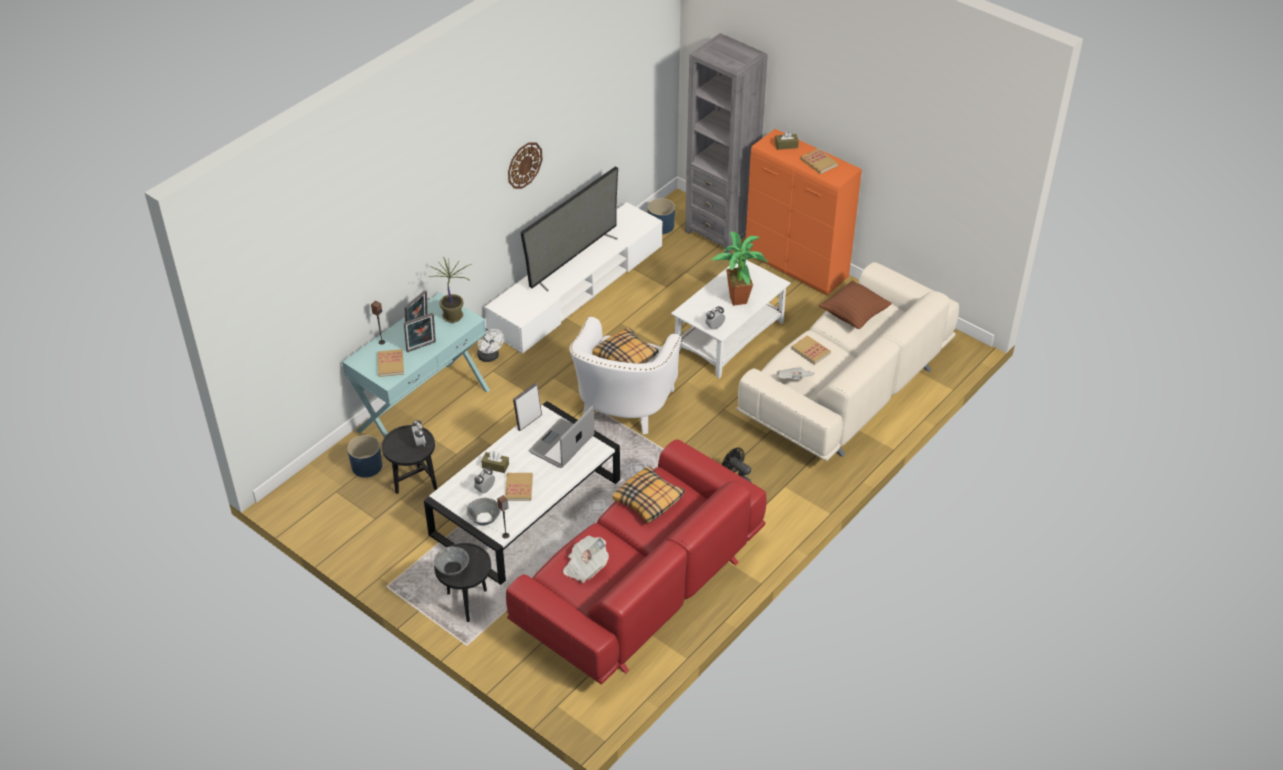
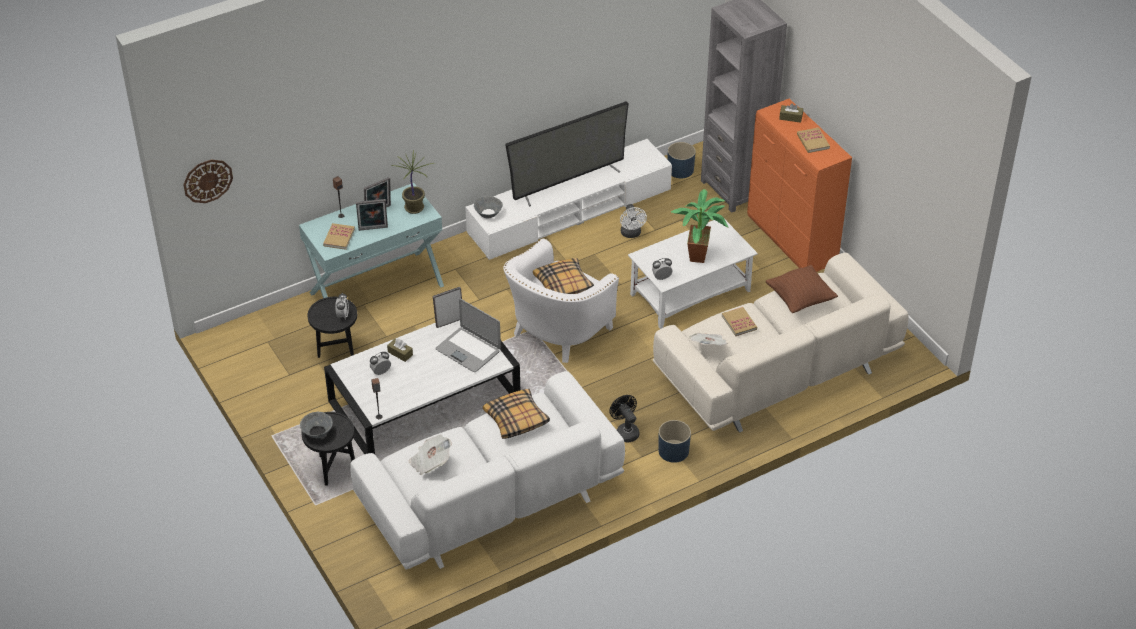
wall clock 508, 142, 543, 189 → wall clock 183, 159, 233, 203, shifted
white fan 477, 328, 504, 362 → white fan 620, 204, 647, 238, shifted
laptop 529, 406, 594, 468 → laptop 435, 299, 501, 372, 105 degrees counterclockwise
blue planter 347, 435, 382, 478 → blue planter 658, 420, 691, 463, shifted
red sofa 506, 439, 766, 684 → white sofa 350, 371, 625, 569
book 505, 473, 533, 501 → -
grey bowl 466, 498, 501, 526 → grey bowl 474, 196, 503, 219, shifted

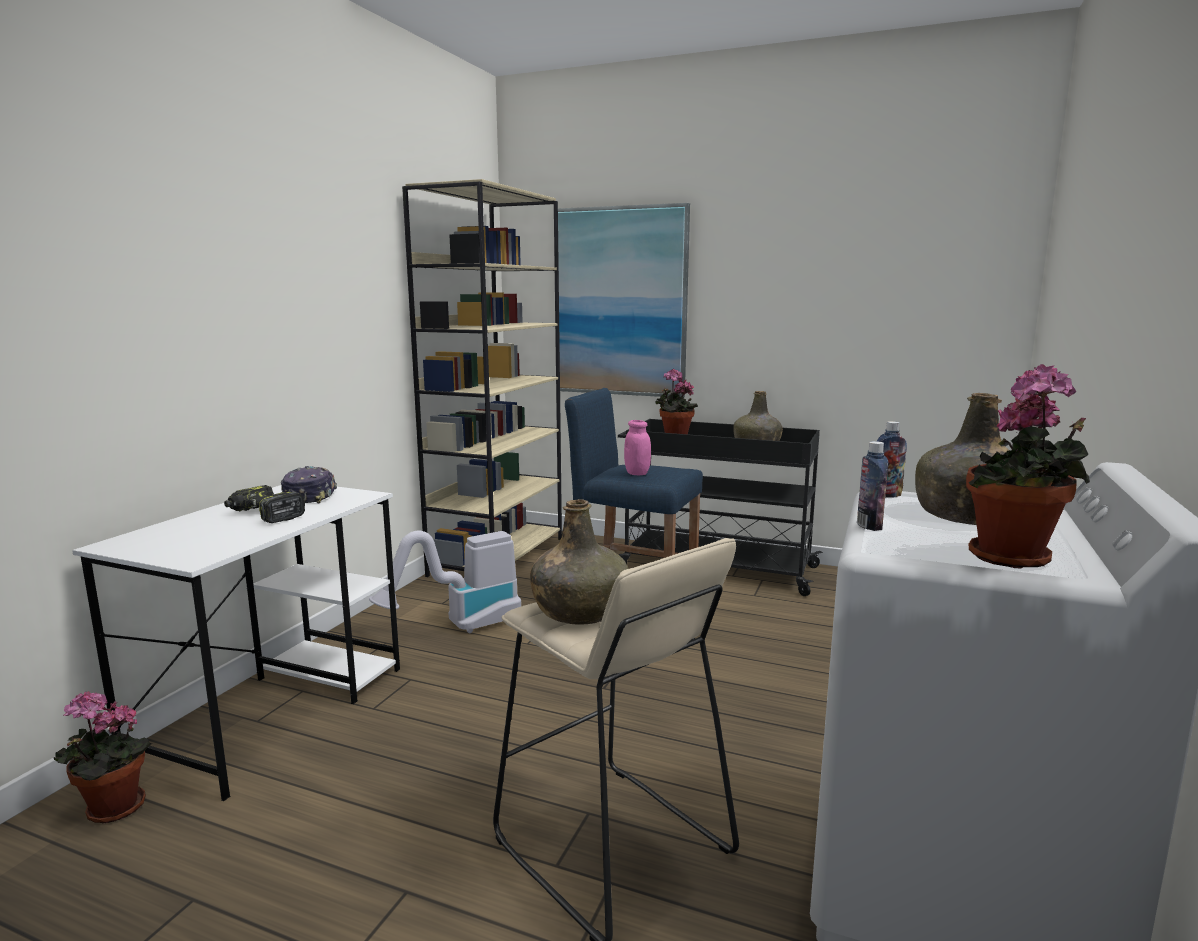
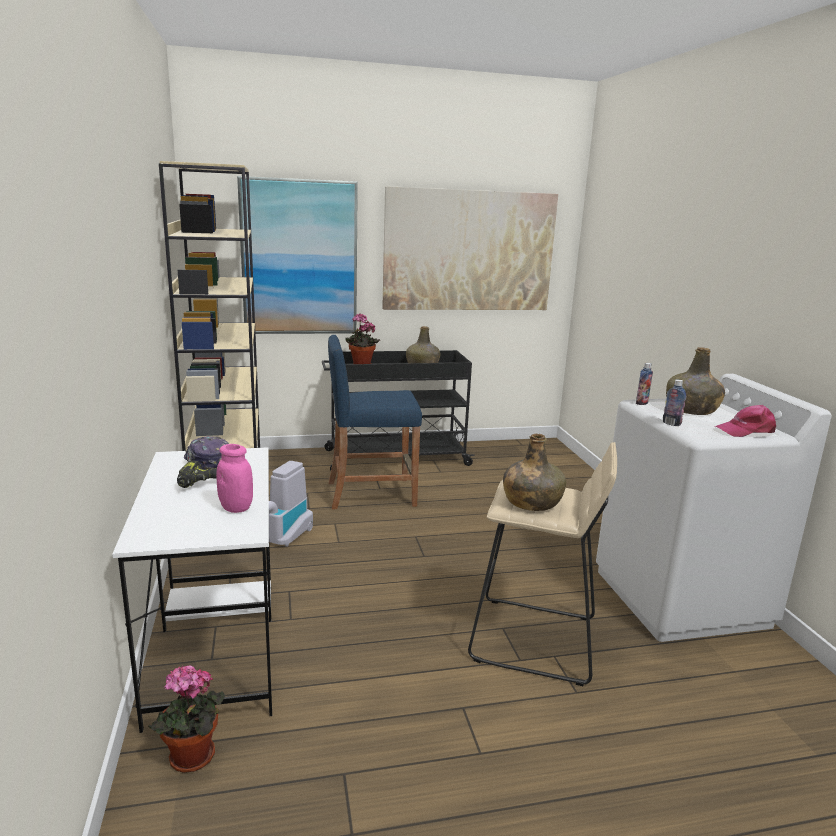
potted plant 966, 364, 1090, 568 → pink cap 714, 405, 776, 437
pink jar 624, 420, 651, 475 → pink jar 216, 444, 253, 513, shifted
- → picture 382, 186, 558, 310

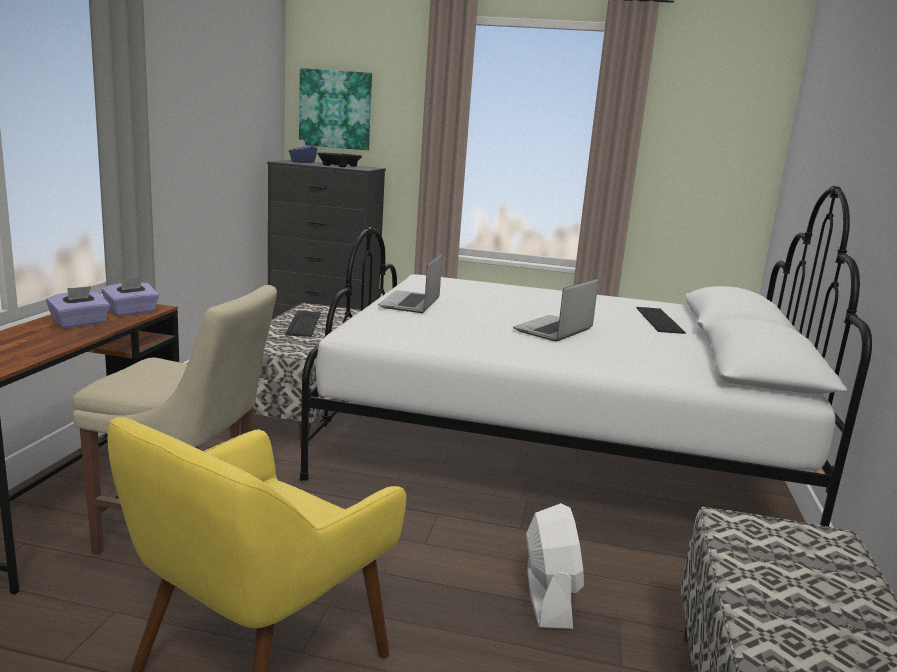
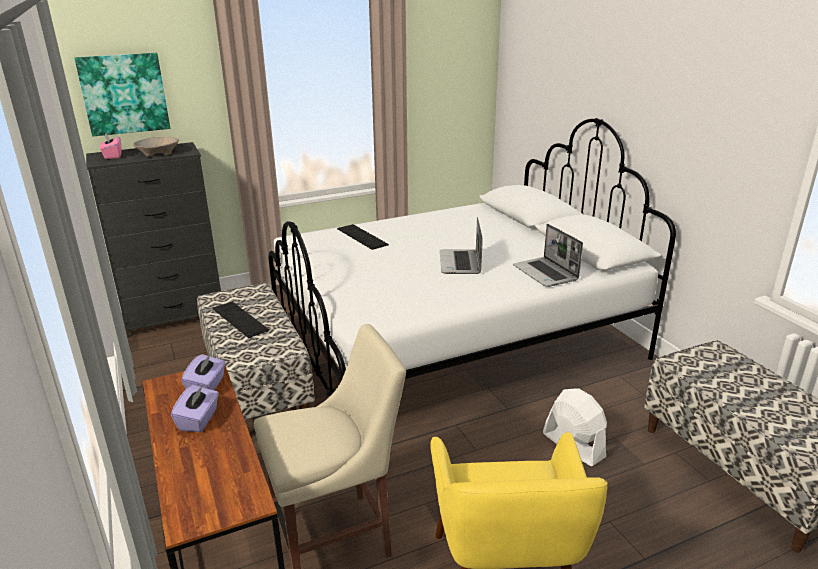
blue tissue box 289, 140, 317, 163 → pink tissue box 100, 133, 122, 159
black bowl 317, 152, 362, 167 → beige bowl 133, 137, 179, 157
laptop 378, 253, 442, 313 → laptop 513, 224, 583, 287, shifted
keyboard 637, 307, 686, 334 → keyboard 337, 224, 389, 250, shifted

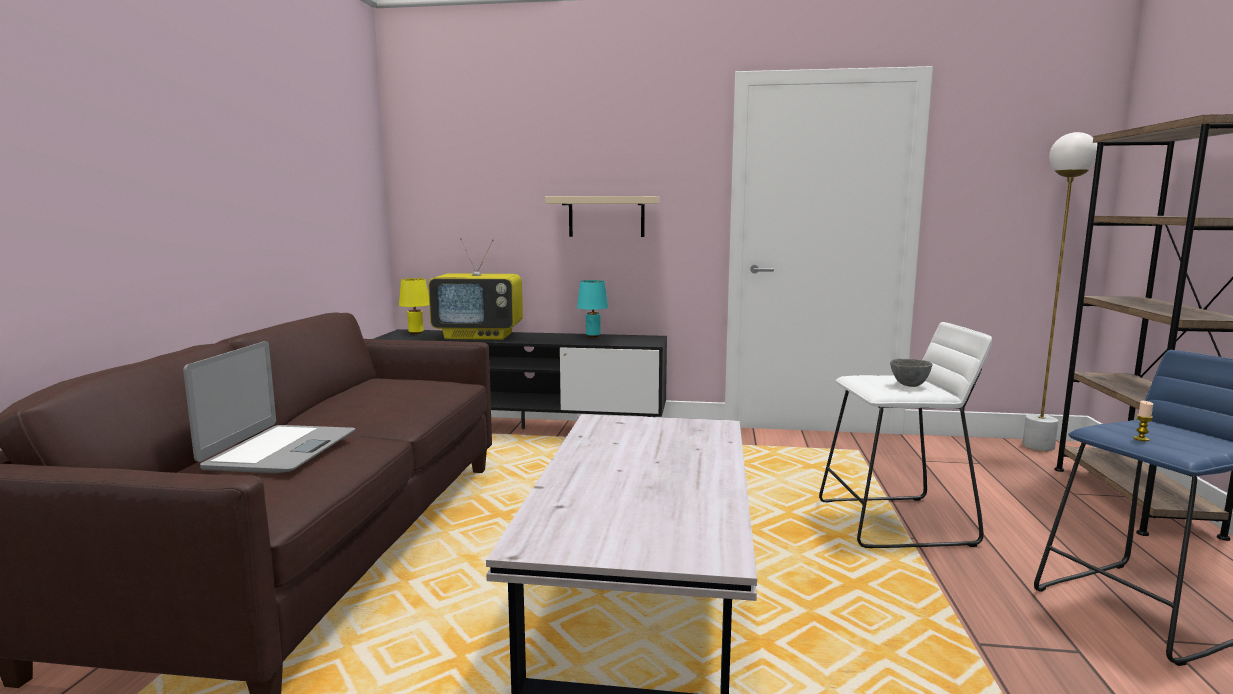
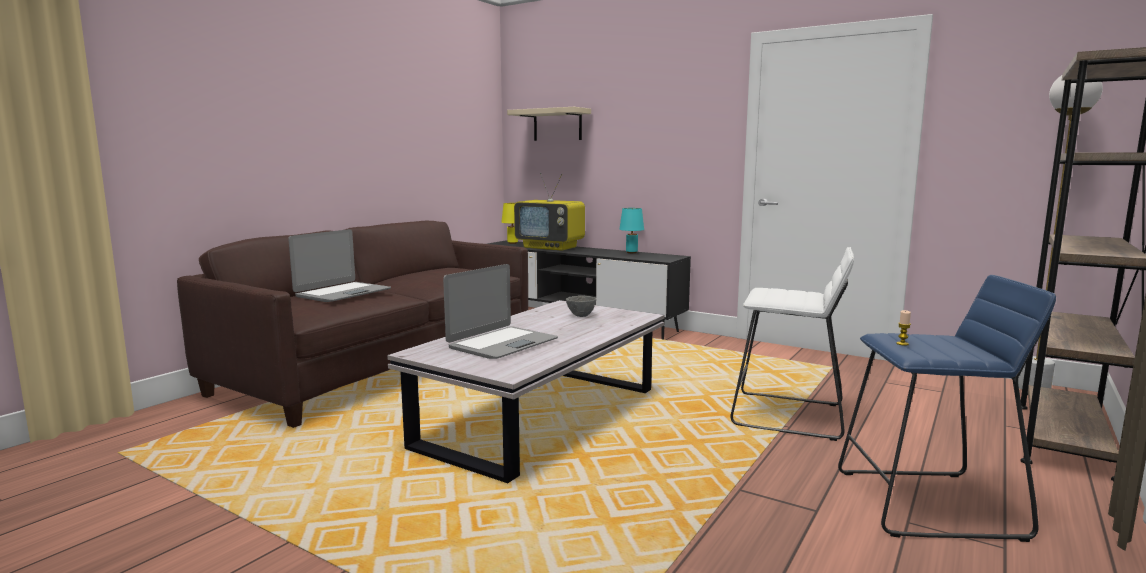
beige shelf 545, 196, 660, 237 → beige shelf 507, 107, 591, 141, shifted
grey bowl 890, 359, 933, 387 → grey bowl 566, 295, 596, 317, shifted
- → laptop 443, 264, 558, 359

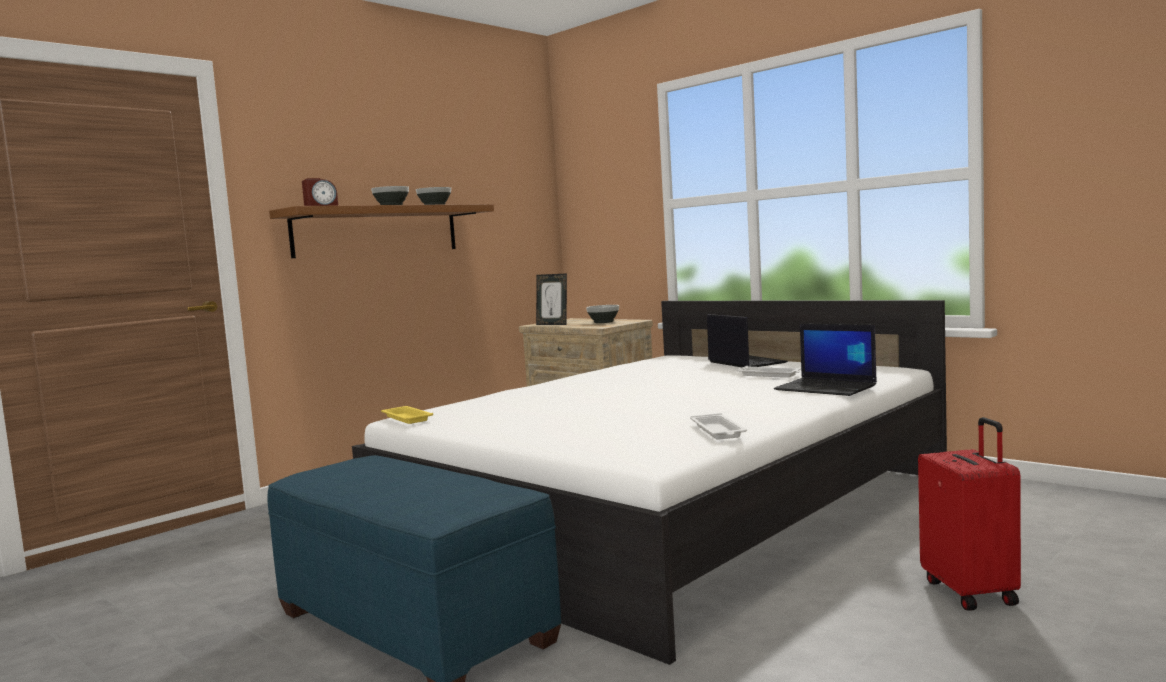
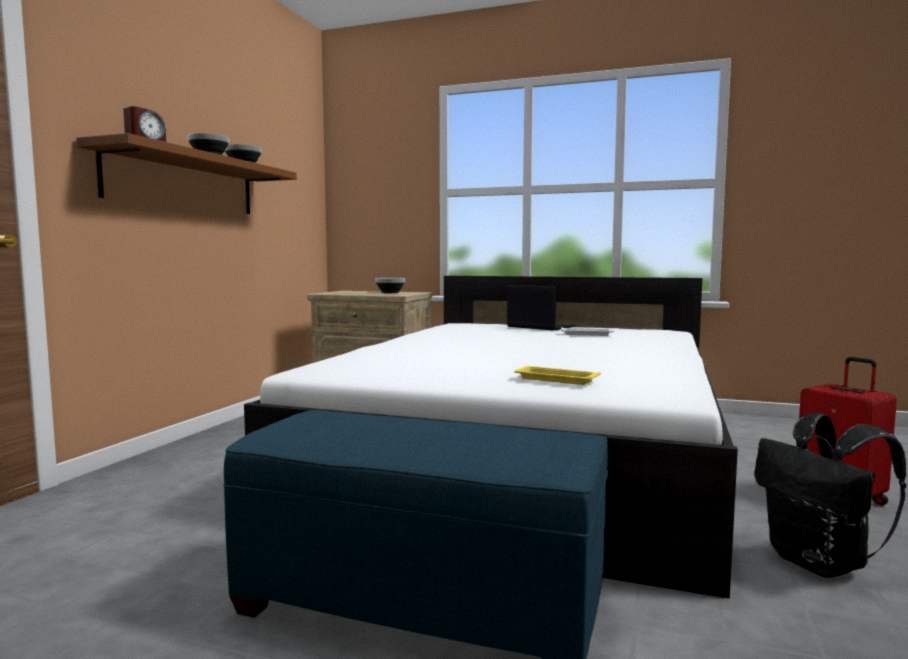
picture frame 536, 274, 567, 325 → -
laptop 774, 324, 877, 396 → -
yellow tray 381, 406, 433, 424 → yellow tray 514, 366, 601, 385, shifted
white tray 690, 413, 747, 440 → -
- → black backpack 755, 413, 906, 578

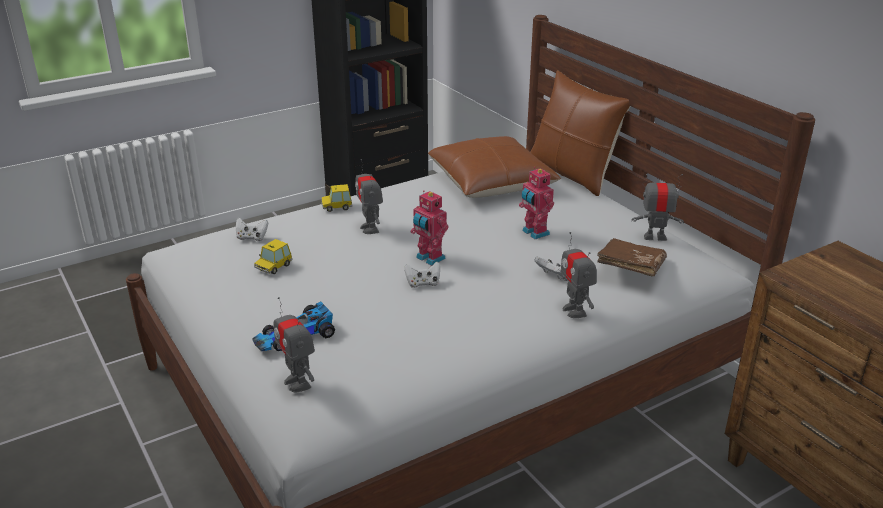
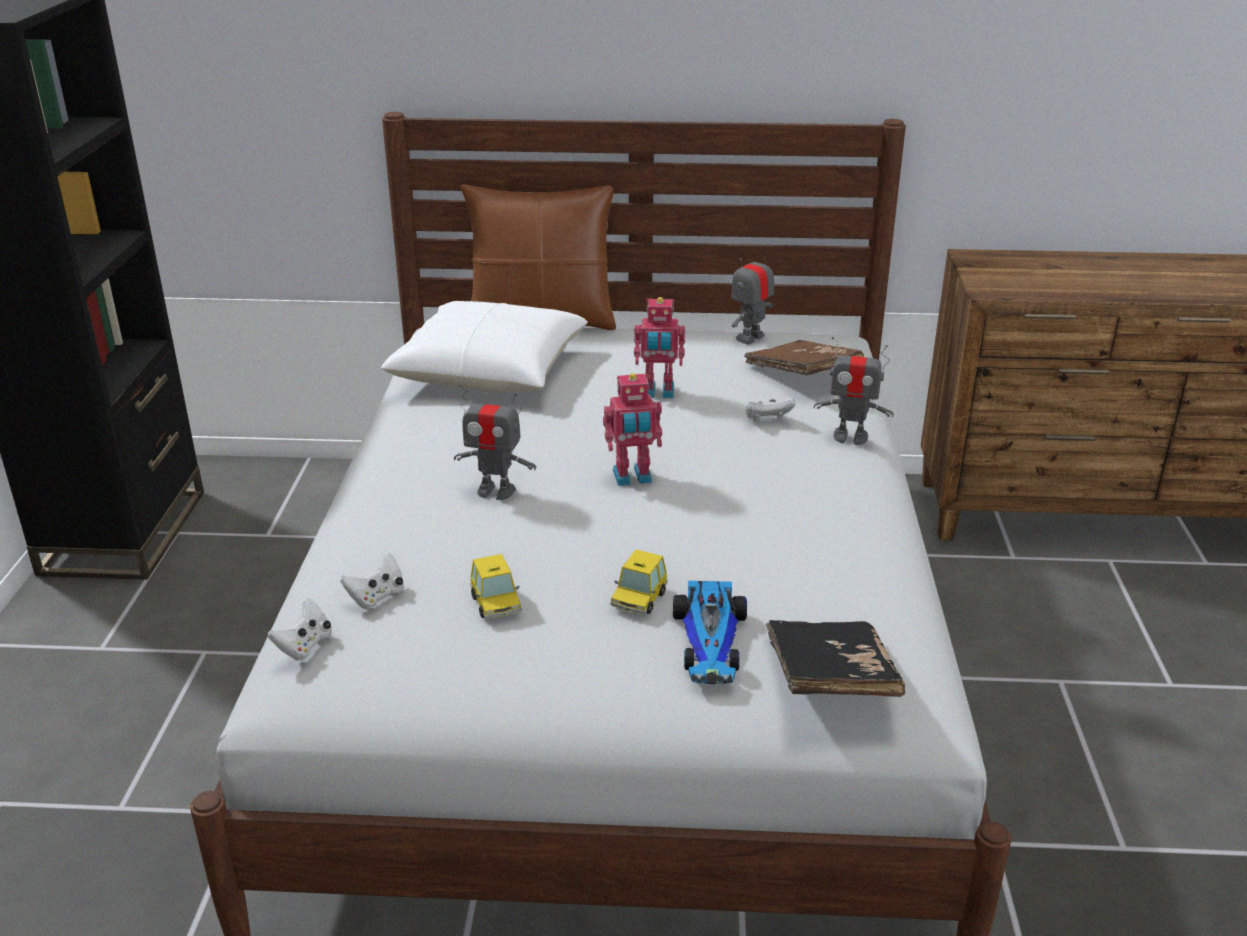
brown pillow 428, 136, 561, 198 → white pillow 381, 301, 588, 392
toy car 322, 184, 352, 212 → toy car 610, 549, 668, 615, shifted
white game controller 404, 261, 440, 288 → white game controller 268, 598, 332, 661, shifted
toy robot 273, 297, 315, 392 → black book 766, 620, 905, 697

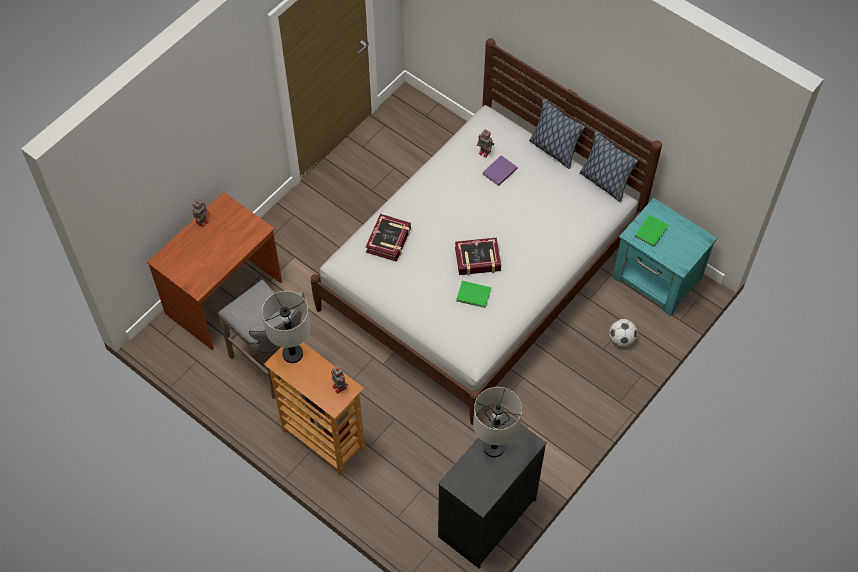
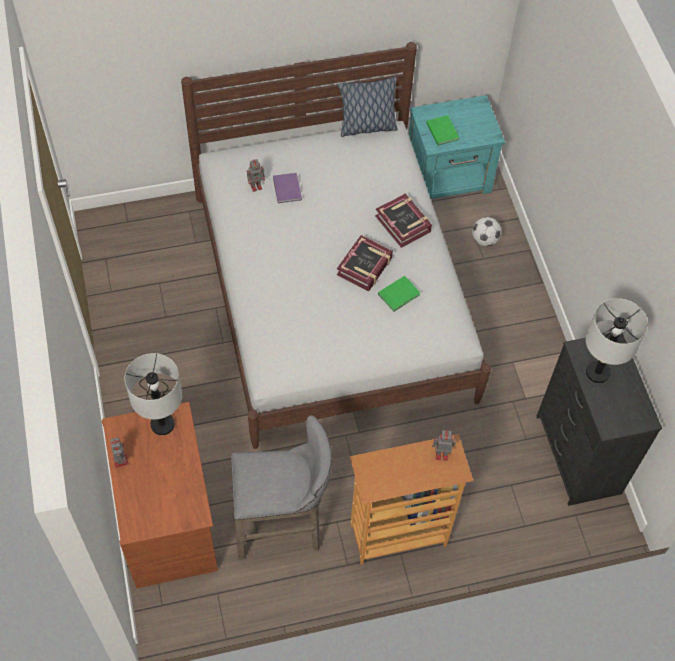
pillow 529, 98, 586, 169 → -
book 366, 214, 411, 262 → book 375, 194, 432, 248, shifted
grey table lamp 262, 291, 311, 363 → grey table lamp 124, 353, 182, 435, shifted

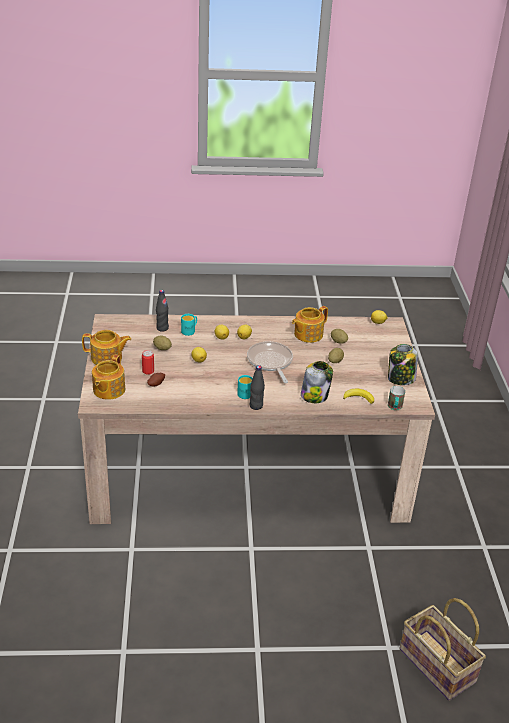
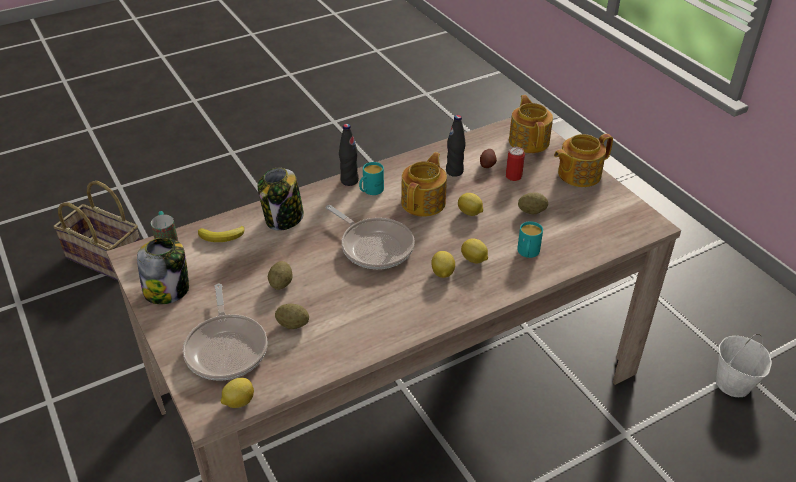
black bottle 156, 290, 169, 332 → black bottle 446, 115, 466, 177, shifted
teapot 292, 306, 328, 343 → teapot 401, 152, 447, 217, shifted
- → frying pan 183, 284, 267, 381
- → white bucket 716, 334, 772, 397

